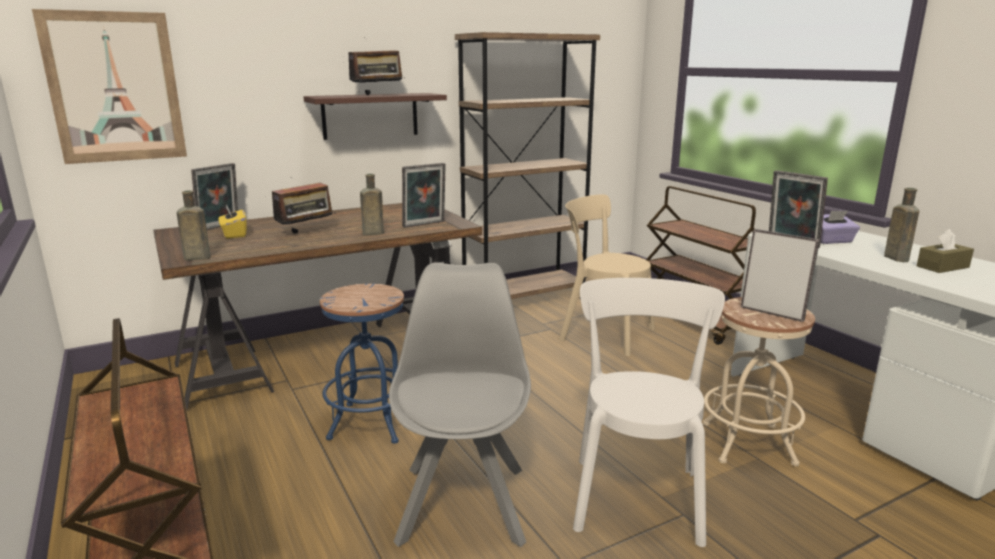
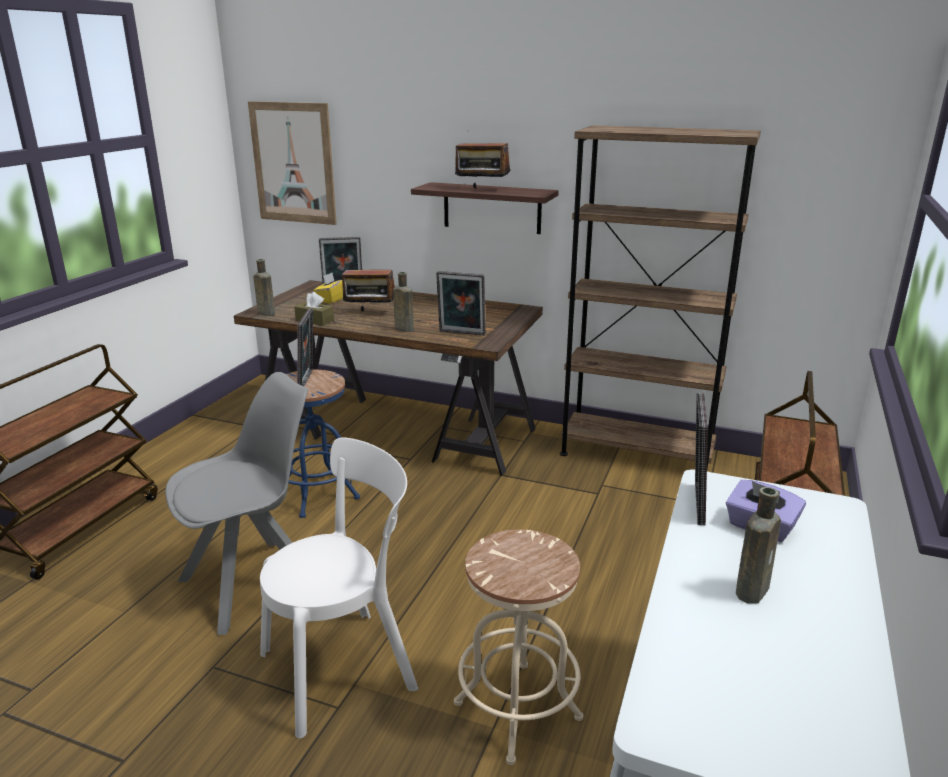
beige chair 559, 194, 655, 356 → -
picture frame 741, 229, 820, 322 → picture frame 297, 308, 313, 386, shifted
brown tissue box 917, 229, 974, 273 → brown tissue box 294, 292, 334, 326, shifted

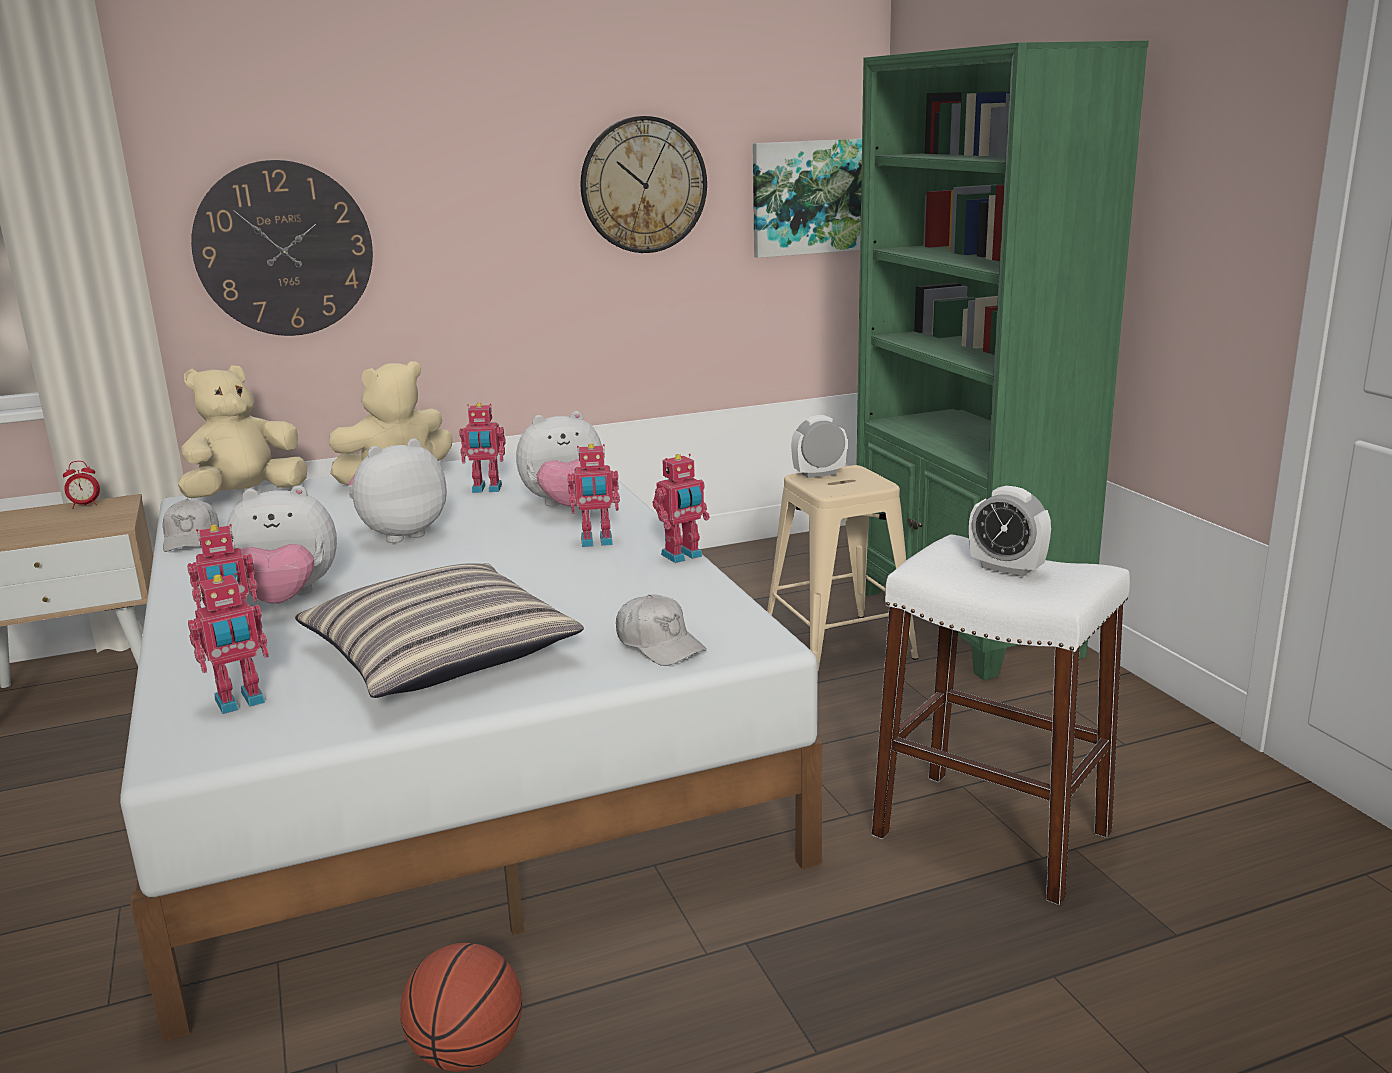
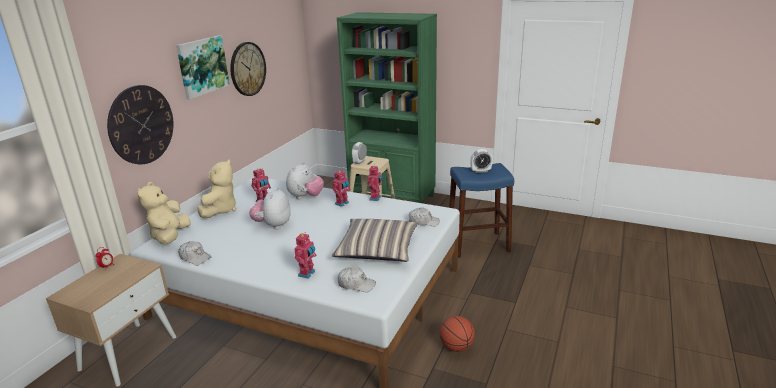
picture 753, 139, 862, 258 → picture 176, 35, 230, 99, shifted
plush toy 226, 485, 337, 604 → -
white stool 871, 535, 1130, 905 → blue stool 449, 163, 514, 258
toy robot 188, 573, 269, 714 → white cap 338, 267, 376, 292

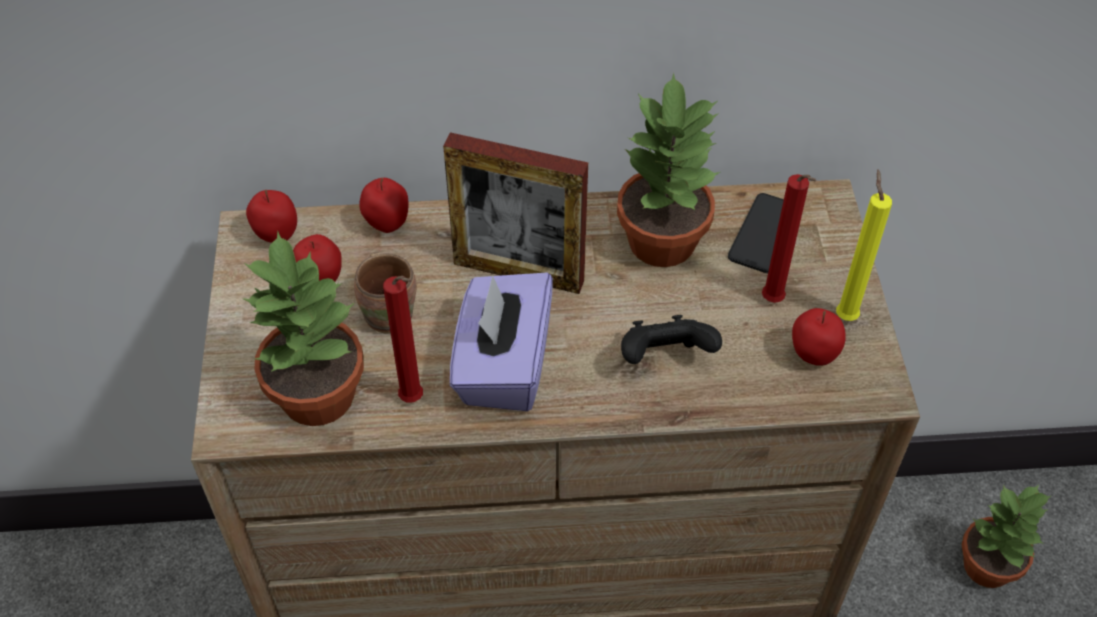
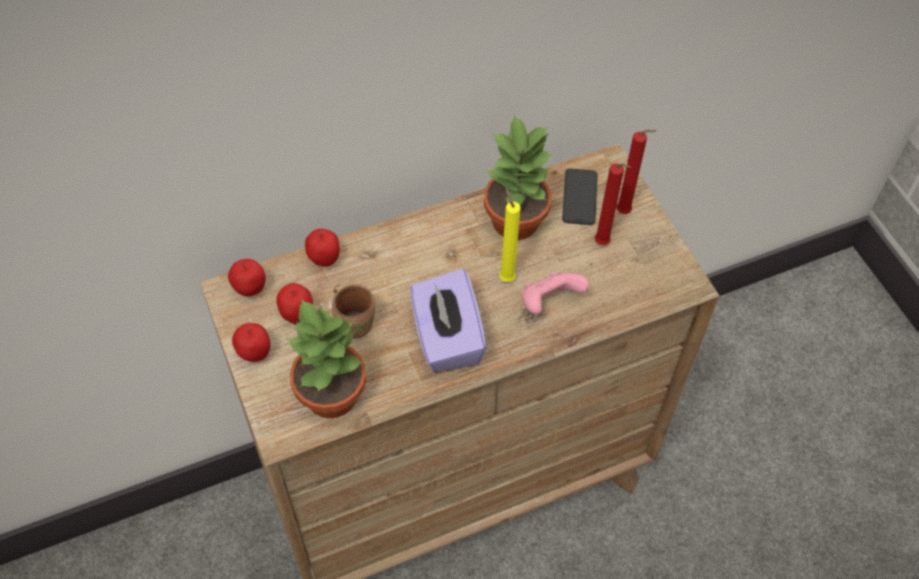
picture frame 443, 132, 588, 294 → -
yellow candle 836, 170, 892, 321 → yellow candle 499, 188, 521, 282, shifted
red candle 383, 276, 423, 403 → red candle 616, 129, 657, 214, shifted
apple 792, 308, 846, 366 → apple 232, 323, 270, 362, shifted
black game controller 621, 315, 722, 364 → pink game controller 521, 272, 589, 314
potted plant 961, 484, 1052, 588 → -

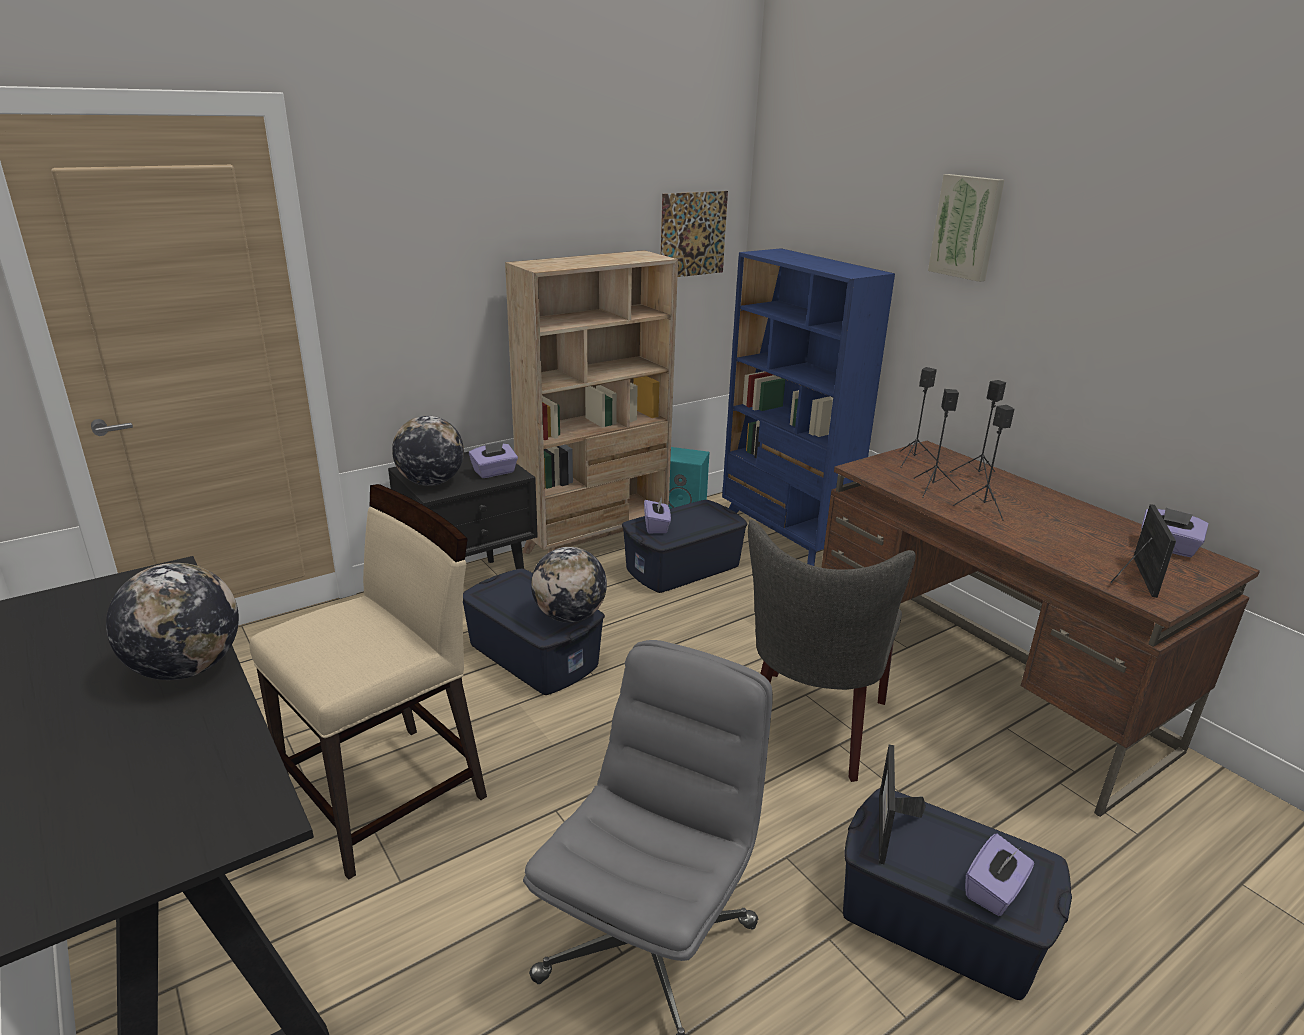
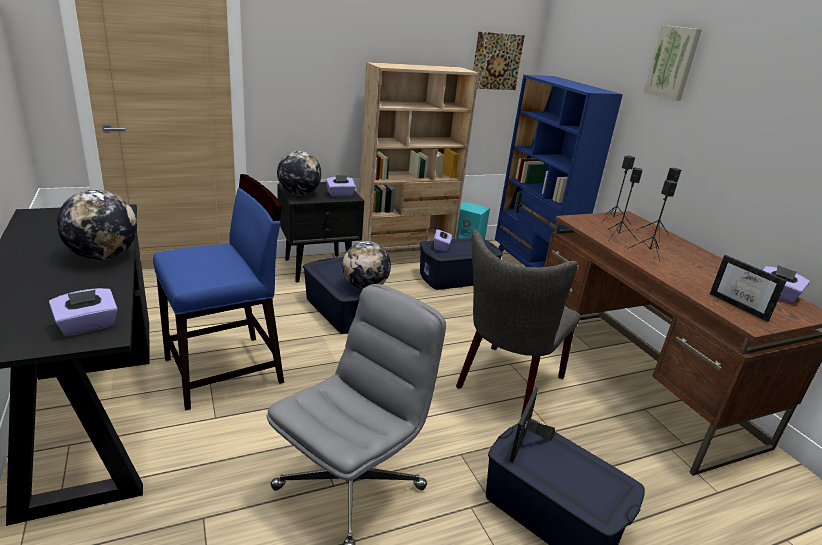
beige chair 250, 484, 487, 880 → blue chair 153, 174, 284, 410
picture frame 1110, 504, 1176, 598 → picture frame 710, 255, 787, 322, 120 degrees clockwise
purple tissue box 965, 834, 1034, 916 → purple tissue box 49, 288, 118, 336, shifted

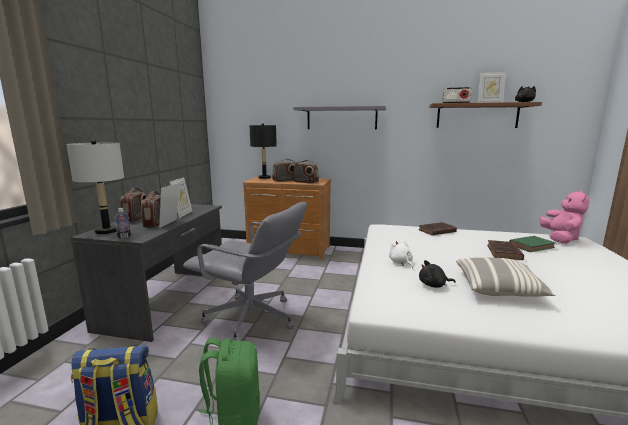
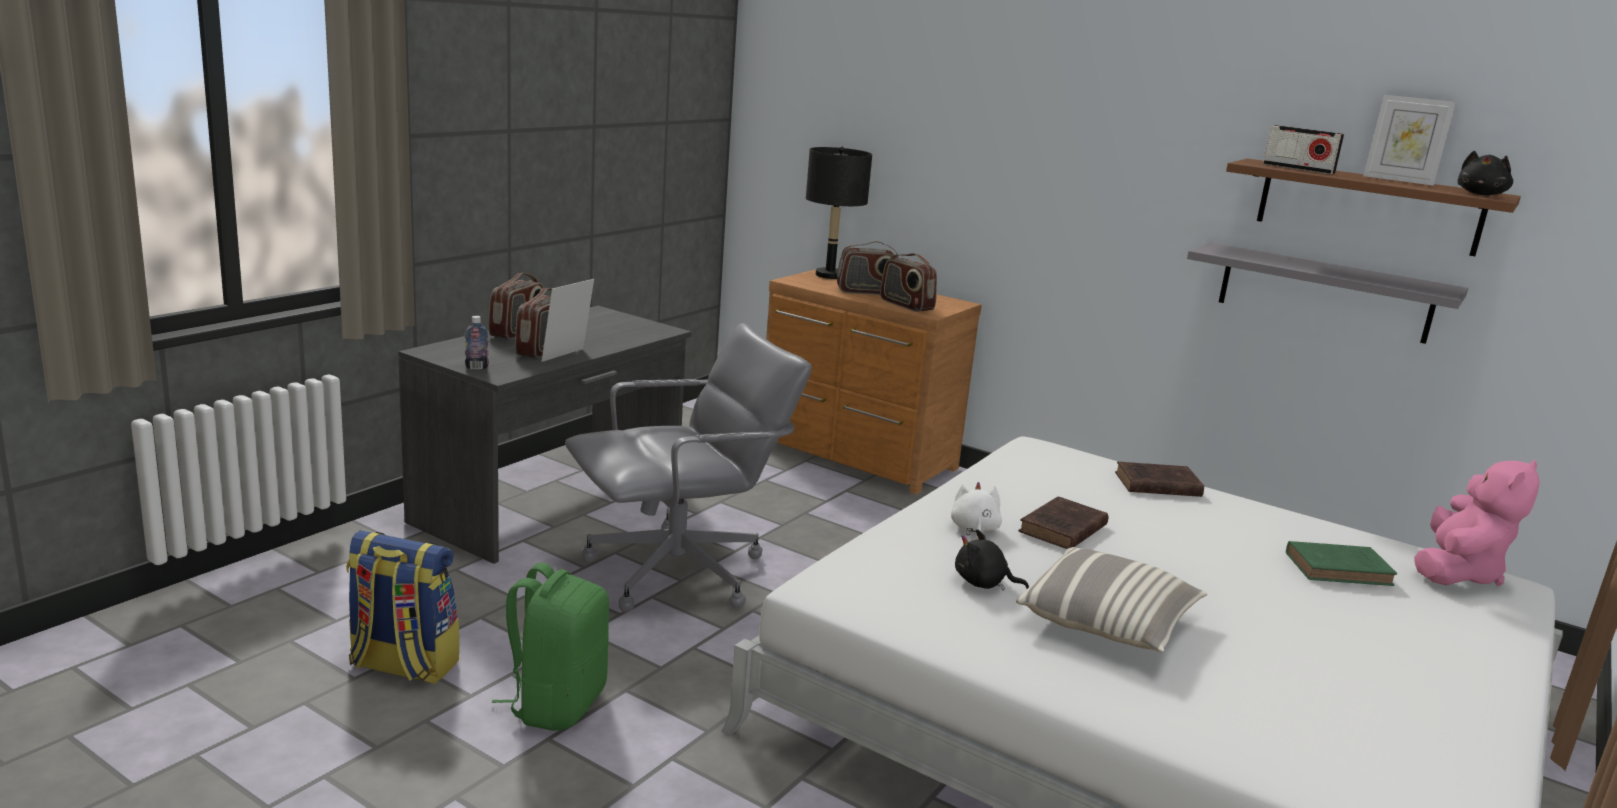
grey shelf 293, 106, 386, 130 → grey shelf 1187, 242, 1468, 344, shifted
grey table lamp 66, 140, 124, 234 → -
picture frame 170, 177, 192, 218 → -
grey office chair 183, 202, 307, 341 → grey office chair 565, 323, 812, 612, 75 degrees counterclockwise
brown book 487, 240, 524, 260 → brown book 1018, 496, 1108, 549, shifted

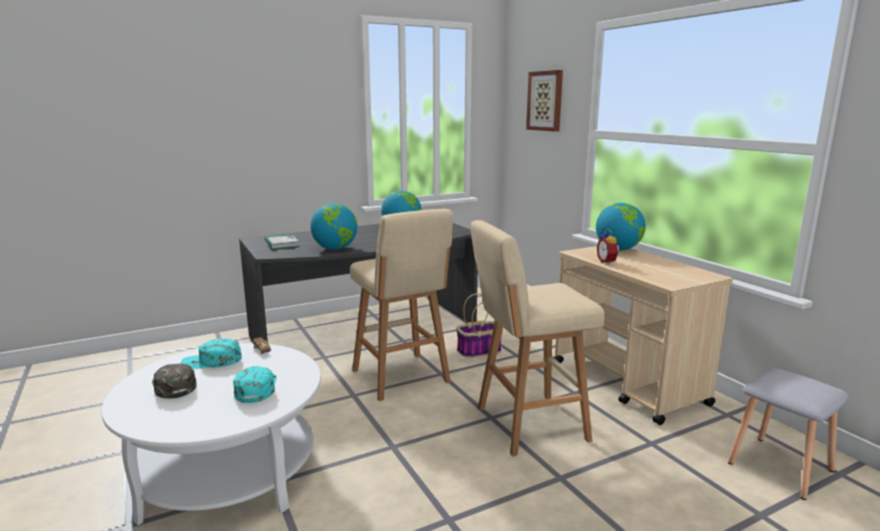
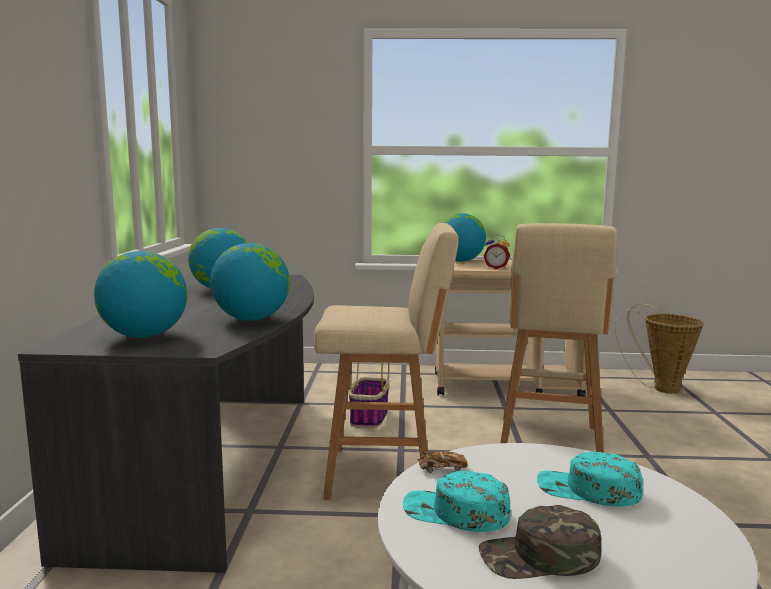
picture 526, 70, 563, 132 → -
book 265, 234, 300, 249 → globe 94, 251, 187, 338
turquoise cap 181, 338, 242, 369 → turquoise cap 403, 471, 511, 532, 90 degrees clockwise
grey stool 728, 368, 849, 500 → basket 615, 304, 704, 393

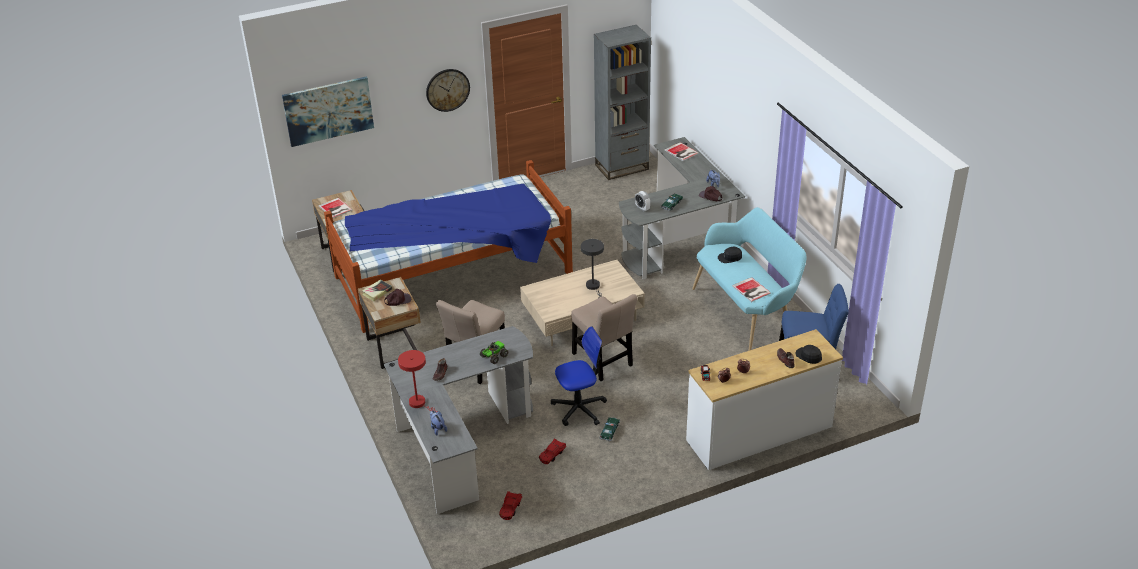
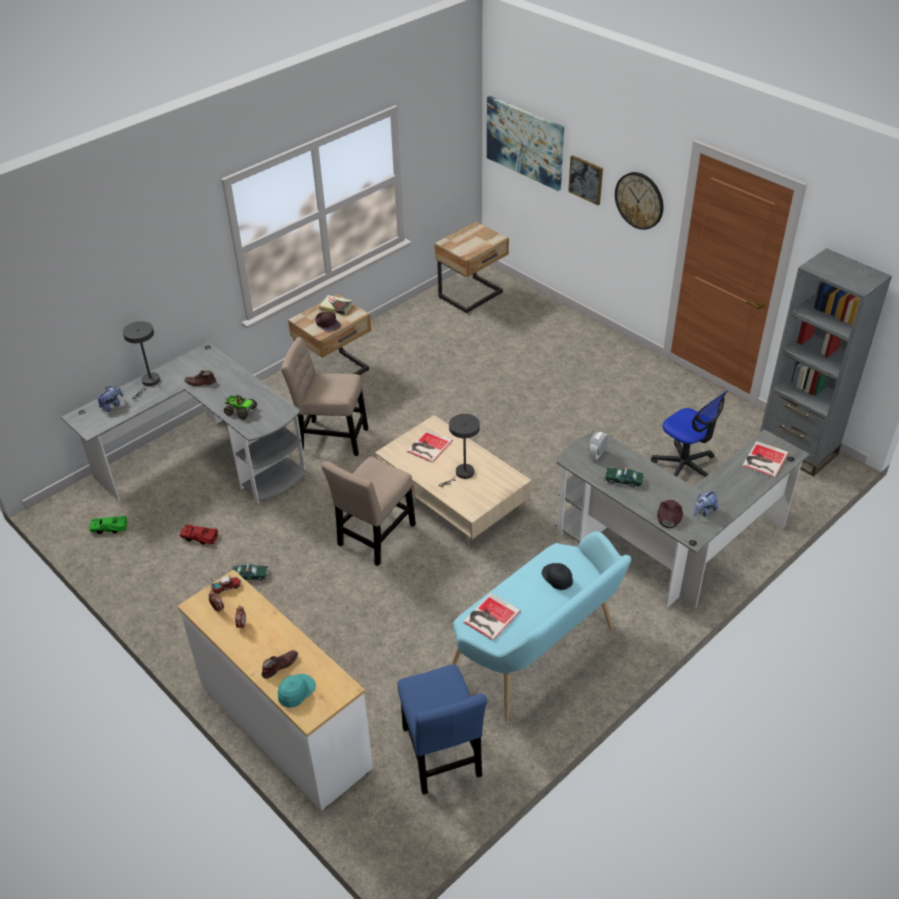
bed 324, 160, 573, 333 → -
book 318, 198, 352, 218 → book 407, 429, 453, 463, shifted
office chair 551, 326, 607, 426 → office chair 651, 390, 728, 477, shifted
black cap 795, 345, 822, 364 → turquoise cap 278, 674, 316, 708
red table lamp 398, 350, 438, 412 → grey table lamp 123, 321, 160, 399
red toy car 499, 491, 522, 520 → green toy car 89, 515, 127, 534
- → picture 568, 155, 603, 205

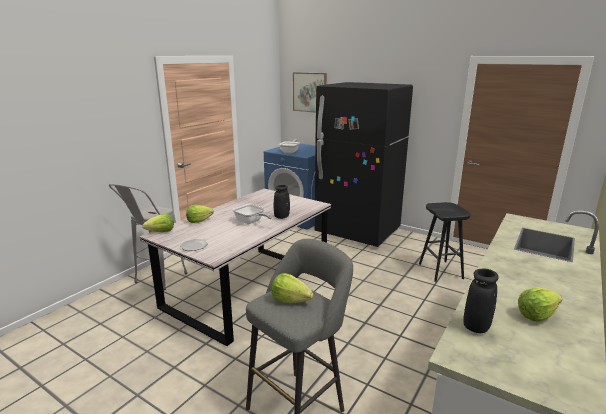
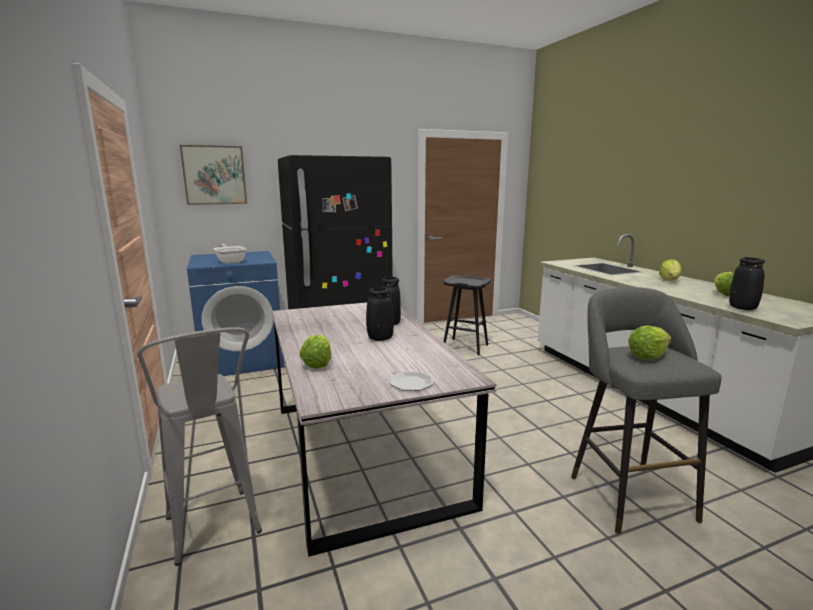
frying pan 232, 203, 272, 224 → black vase 366, 287, 394, 341
lettuce 143, 214, 174, 232 → lettuce 659, 259, 682, 281, shifted

